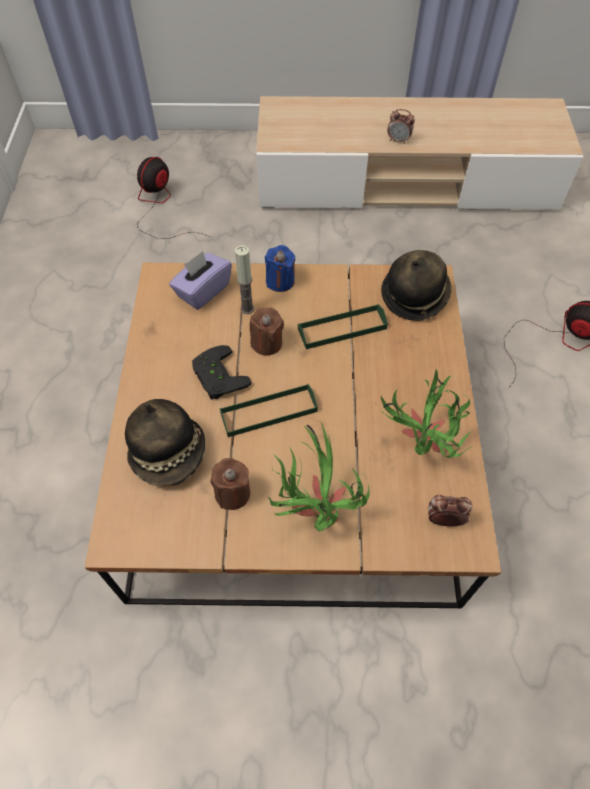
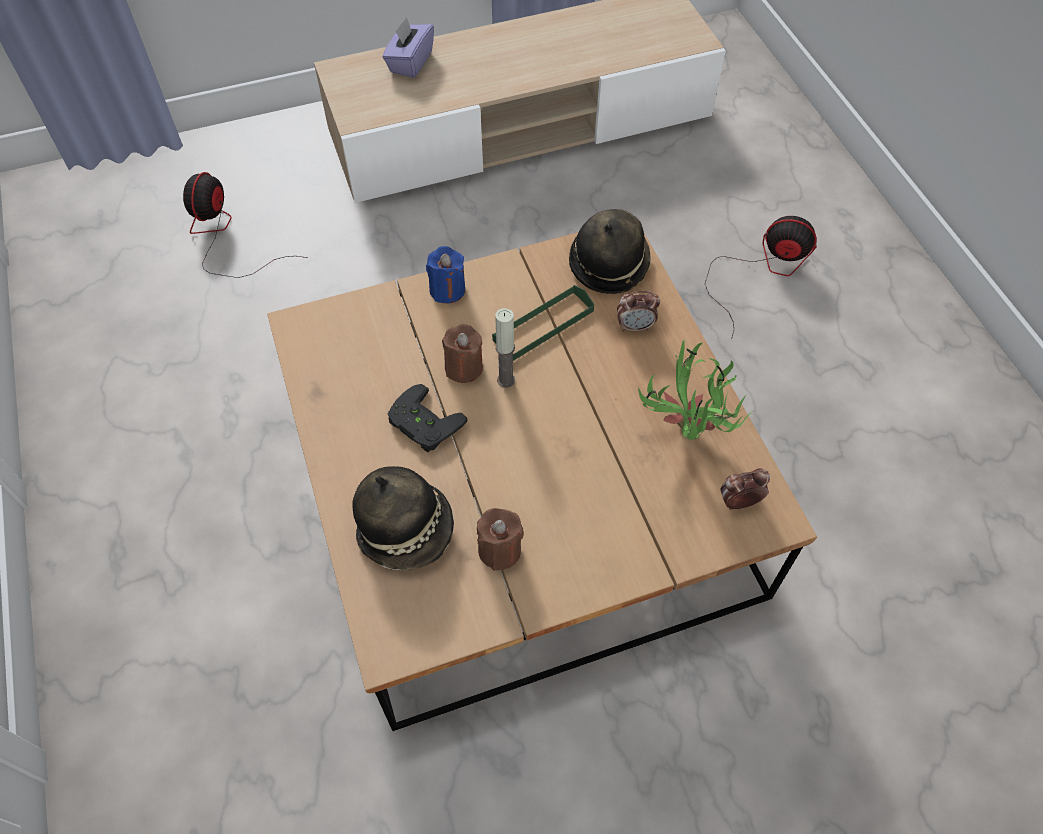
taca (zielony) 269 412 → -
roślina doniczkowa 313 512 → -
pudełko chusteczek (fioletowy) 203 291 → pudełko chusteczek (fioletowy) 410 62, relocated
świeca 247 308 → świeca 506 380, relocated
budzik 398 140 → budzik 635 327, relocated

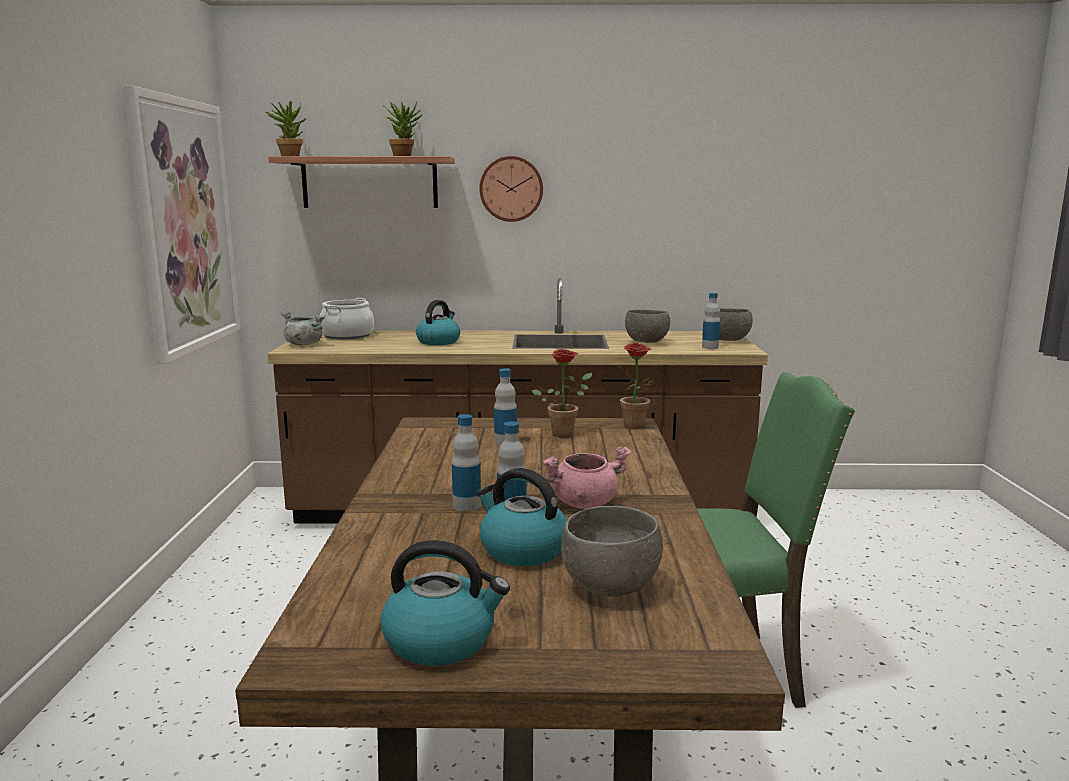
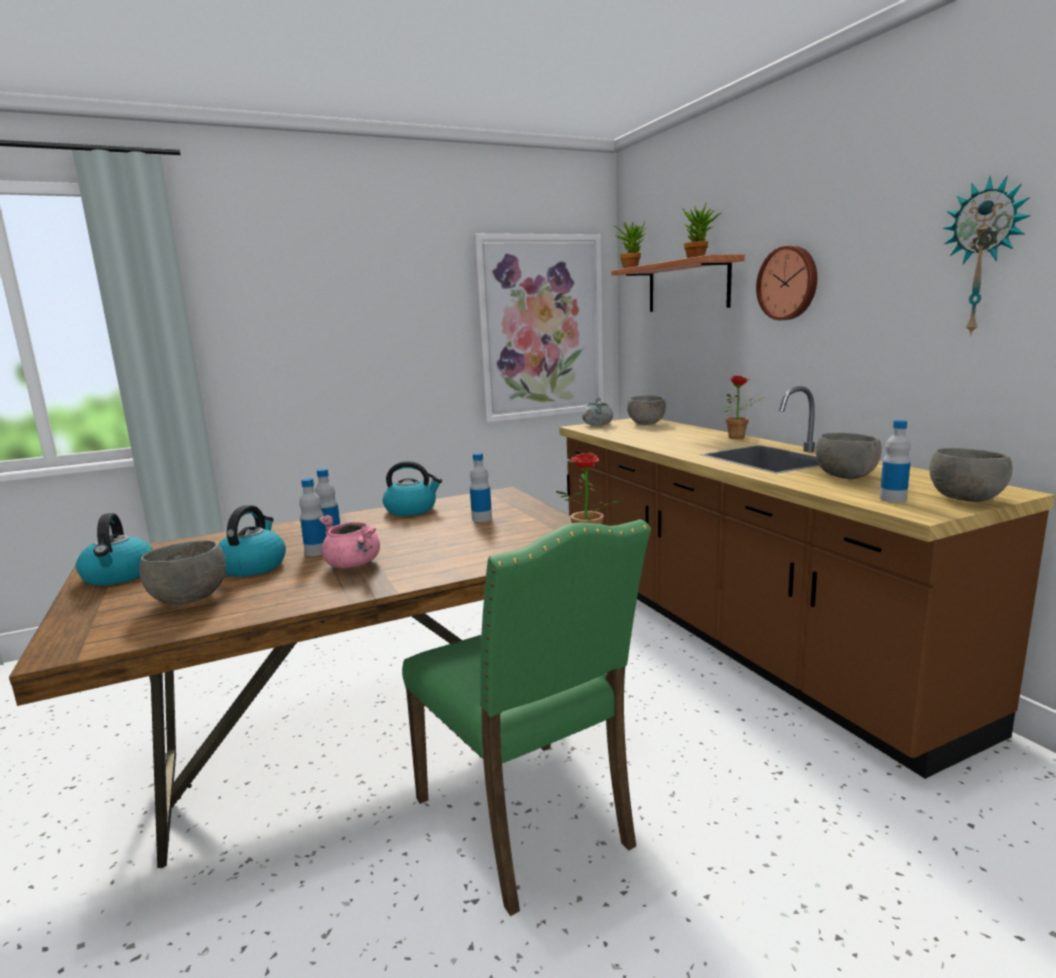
- → zegar ścienny 984 258
czajnik 438 341 → czajnik 412 510, relocated
roślina doniczkowa 565 433 → roślina doniczkowa 740 437, relocated
garnek 347 336 → miska (szary) 646 424

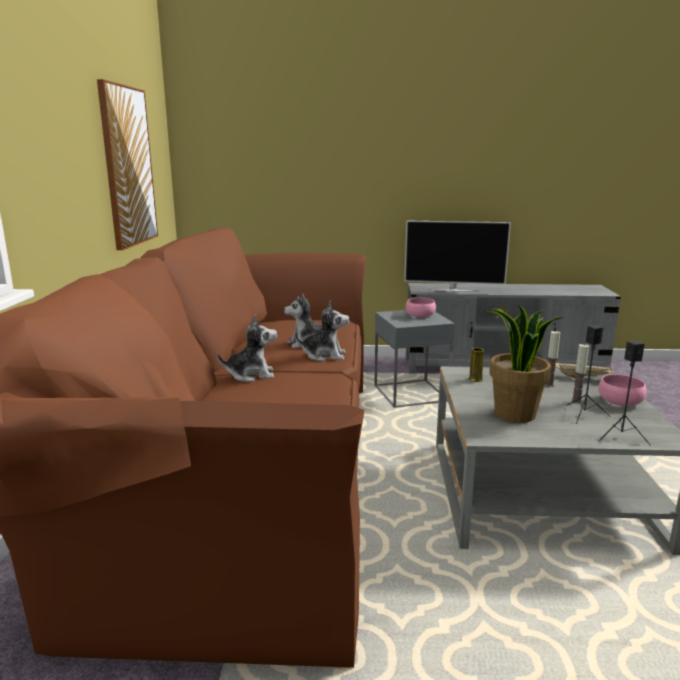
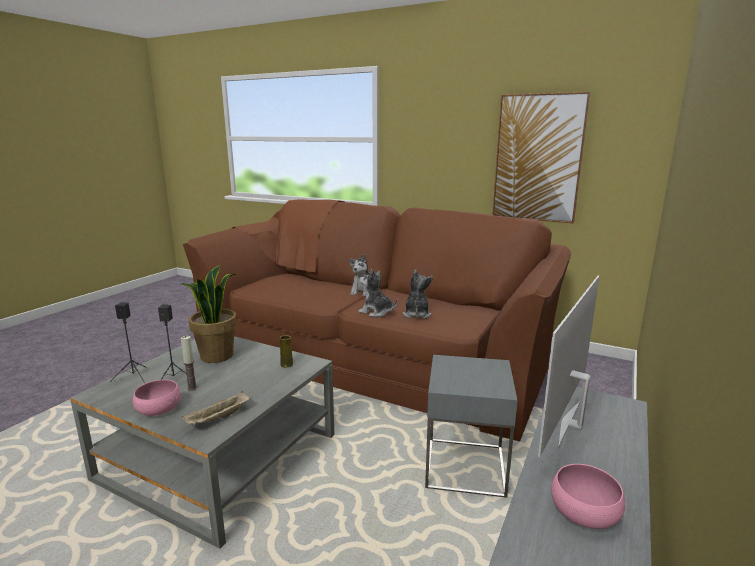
świeca 549 385 → -
miska (różowy) 420 315 → miska (różowy) 584 511, relocated
pluszak 324 355 → pluszak 376 312, 90 degrees clockwise

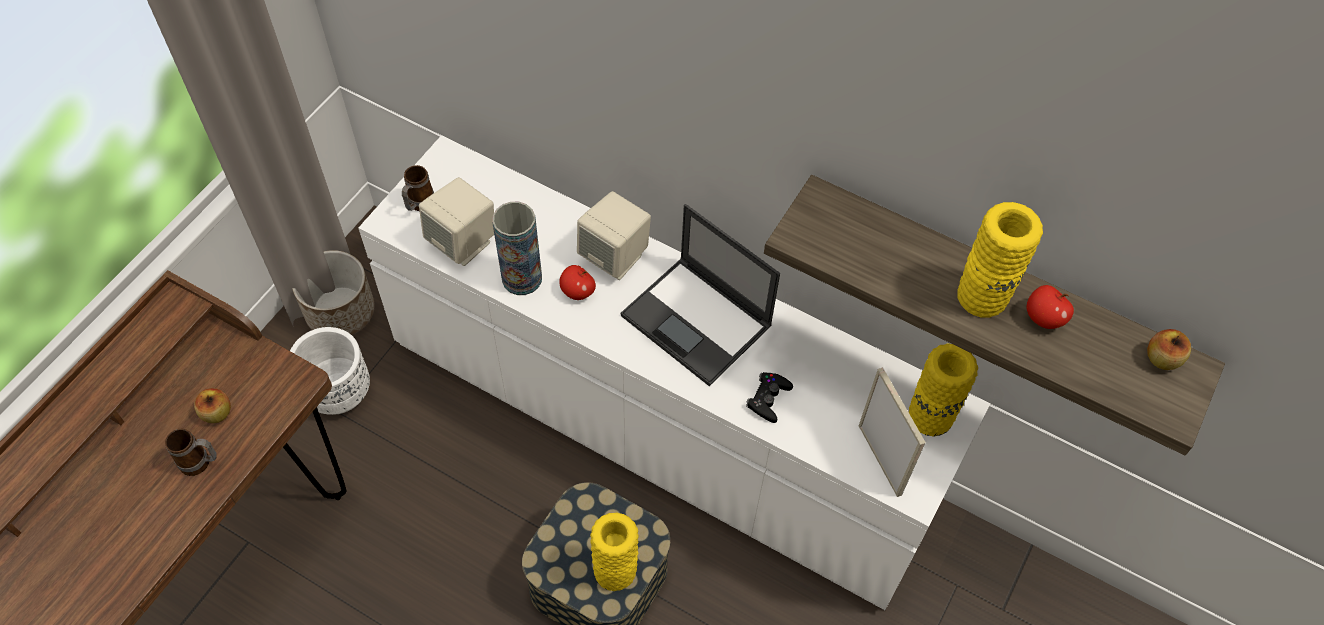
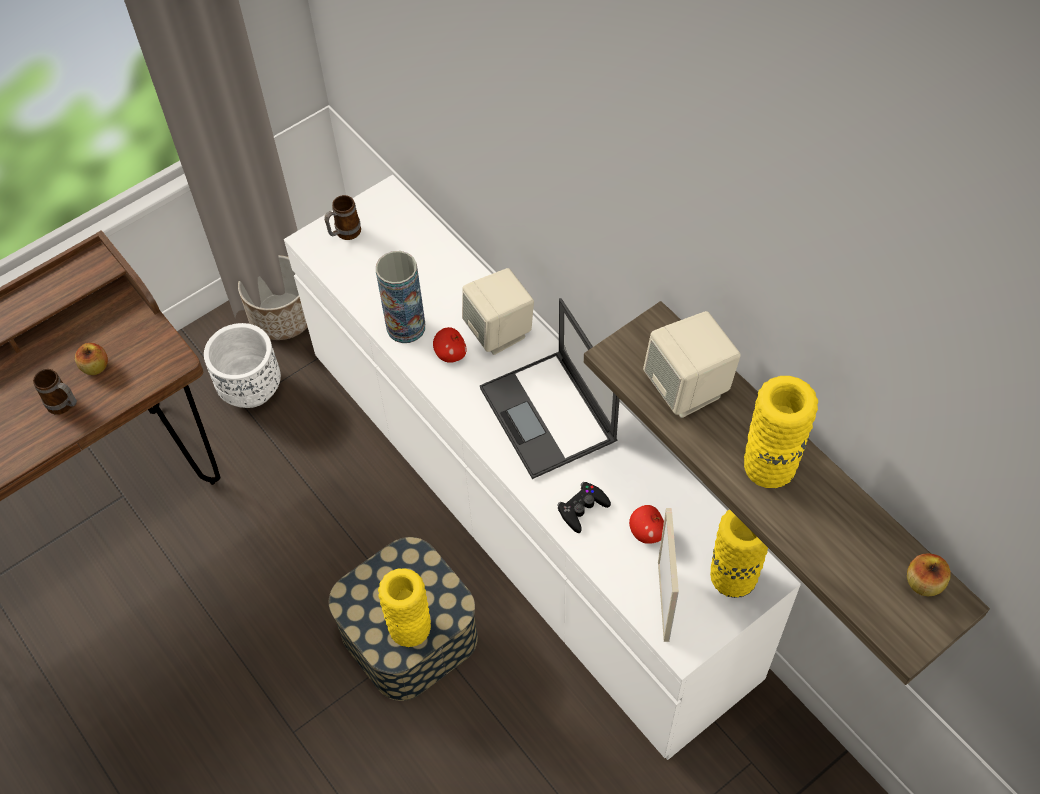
głośnik (beżowy) 463 242 → głośnik (beżowy) 688 388, relocated
jabłko 1043 318 → jabłko 646 532, relocated

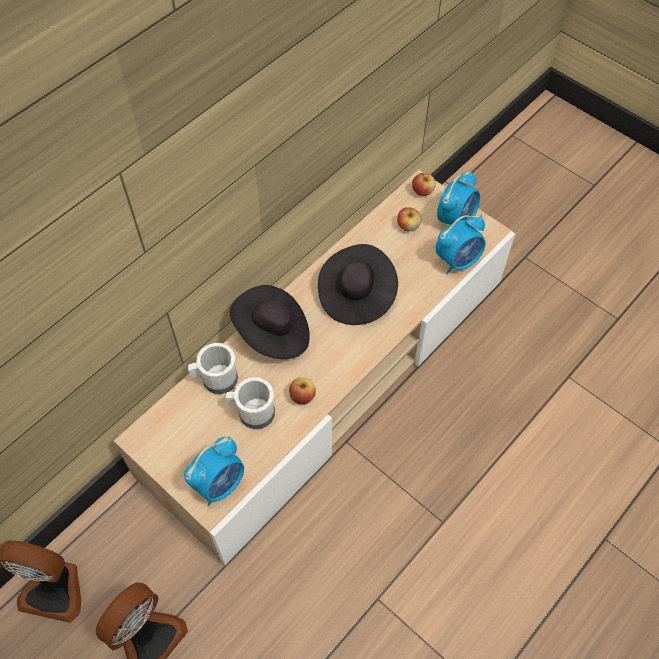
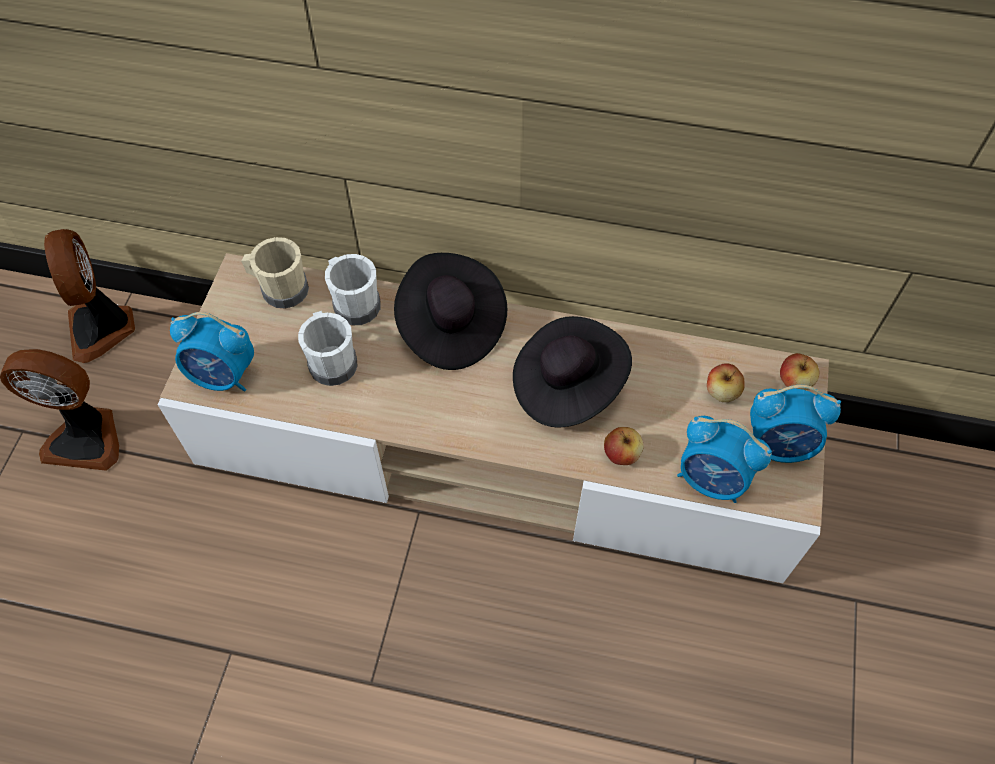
- → kubek (beżowy) 280 289
jabłko 302 396 → jabłko 621 454, relocated

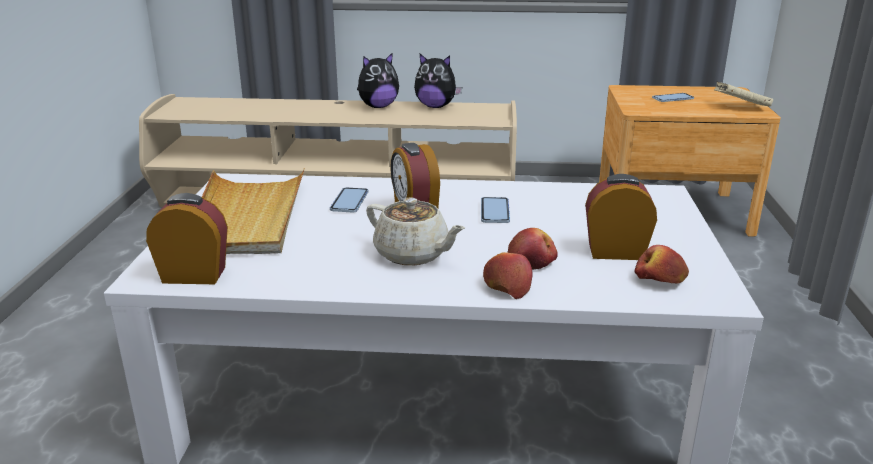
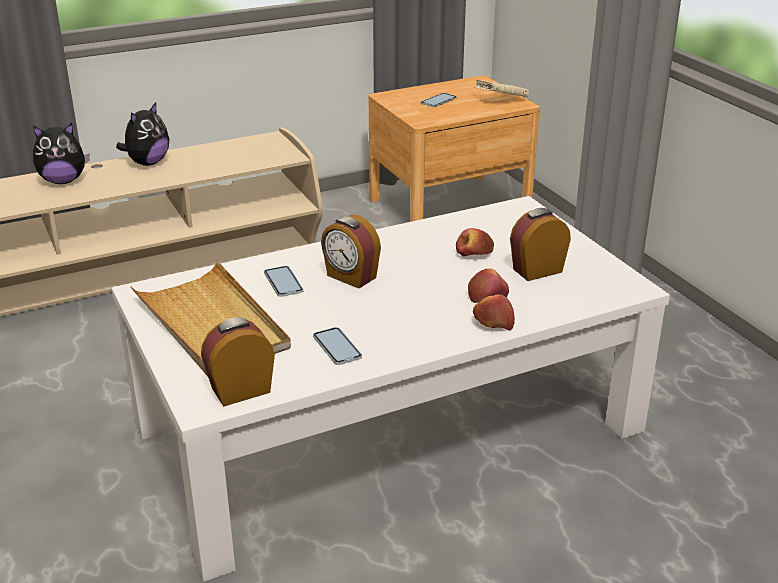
imbryk (beżowy) 413 254 → -
pluszak 436 106 → pluszak 63 181, relocated
telefon 495 211 → telefon 337 347, relocated
jabłko 659 280 → jabłko 474 253, relocated

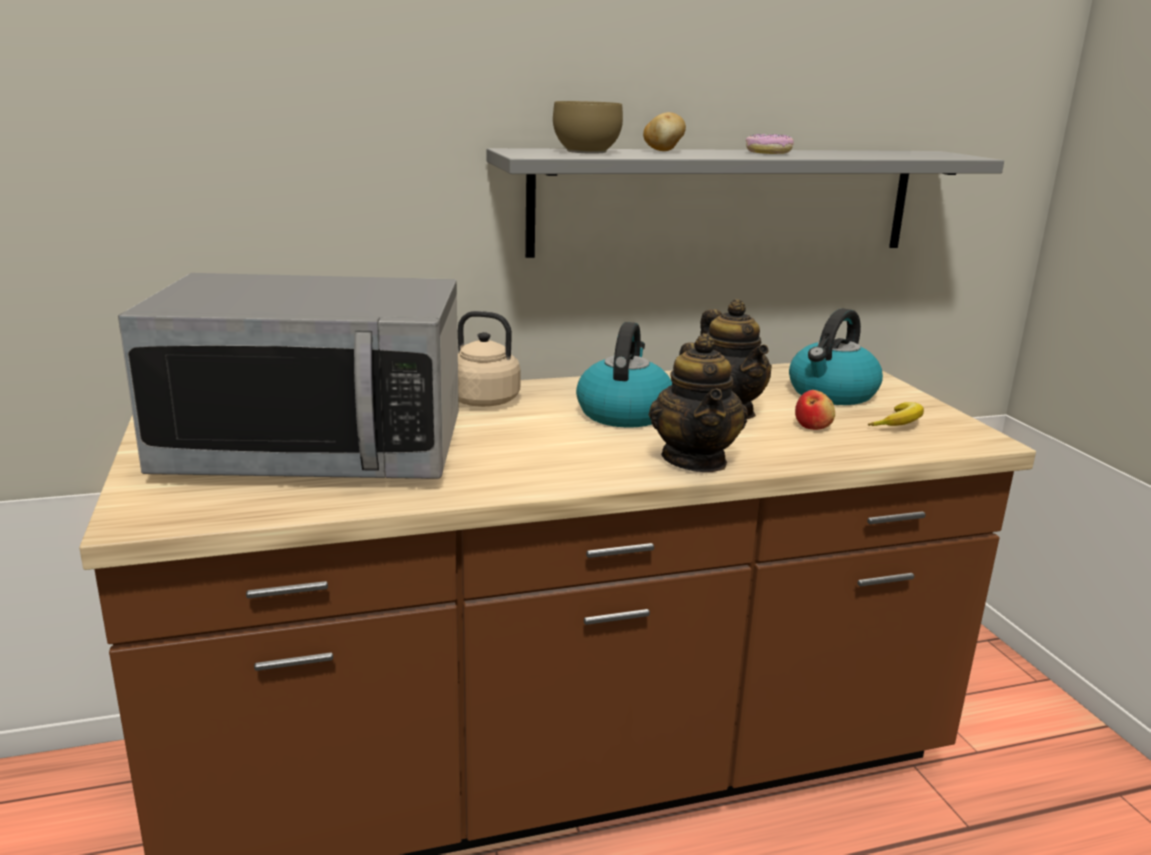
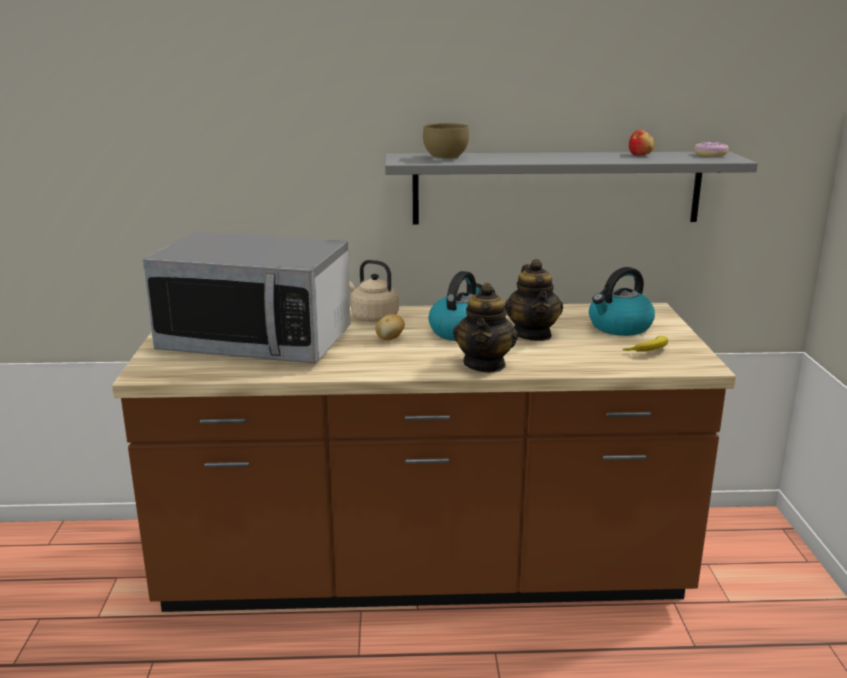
ziemniak 663 151 → ziemniak 390 339, relocated
donut 768 152 → donut 710 155, relocated
jabłko 813 426 → jabłko 640 154, relocated

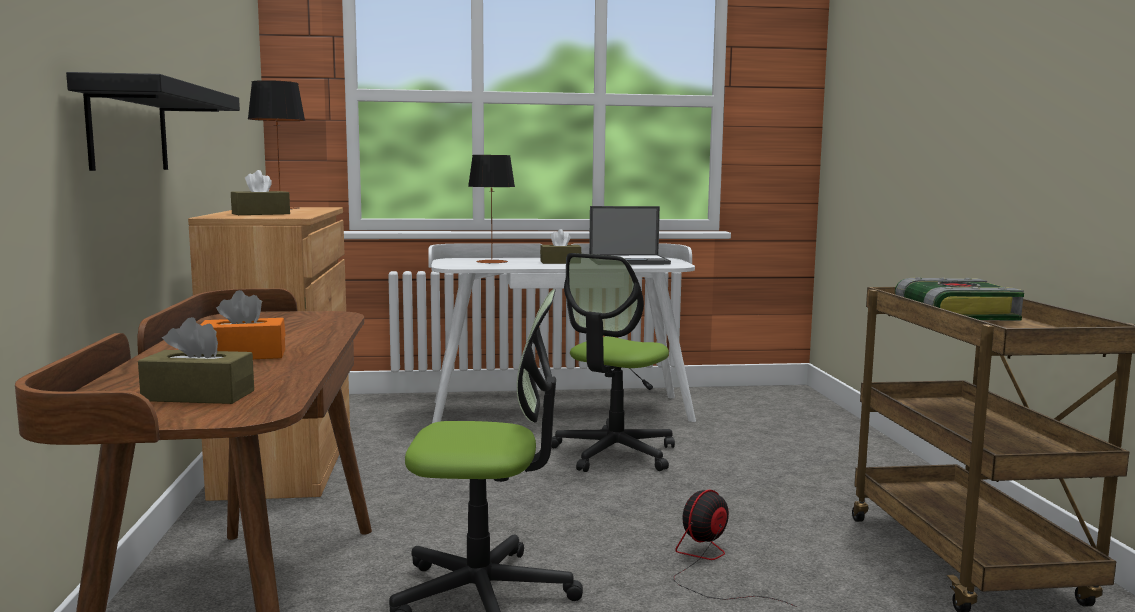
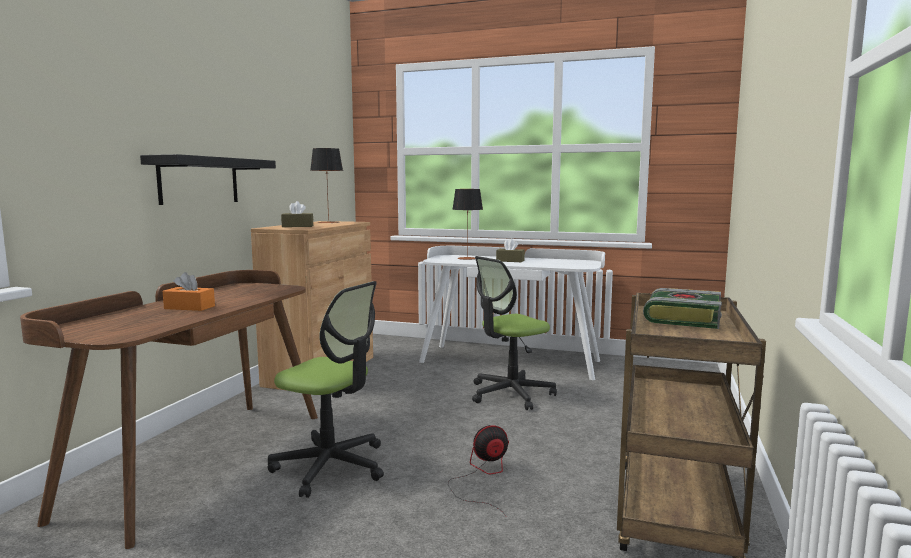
pudełko chusteczek (brązowy) 198 396 → -
laptop 629 261 → -

